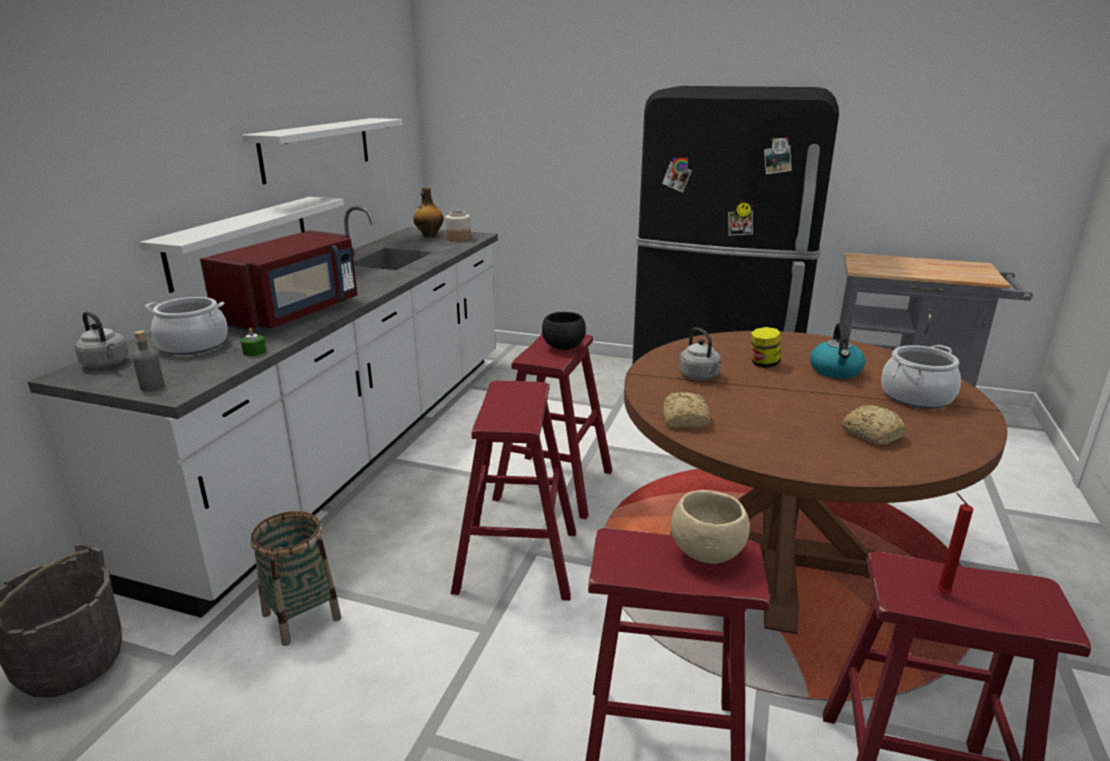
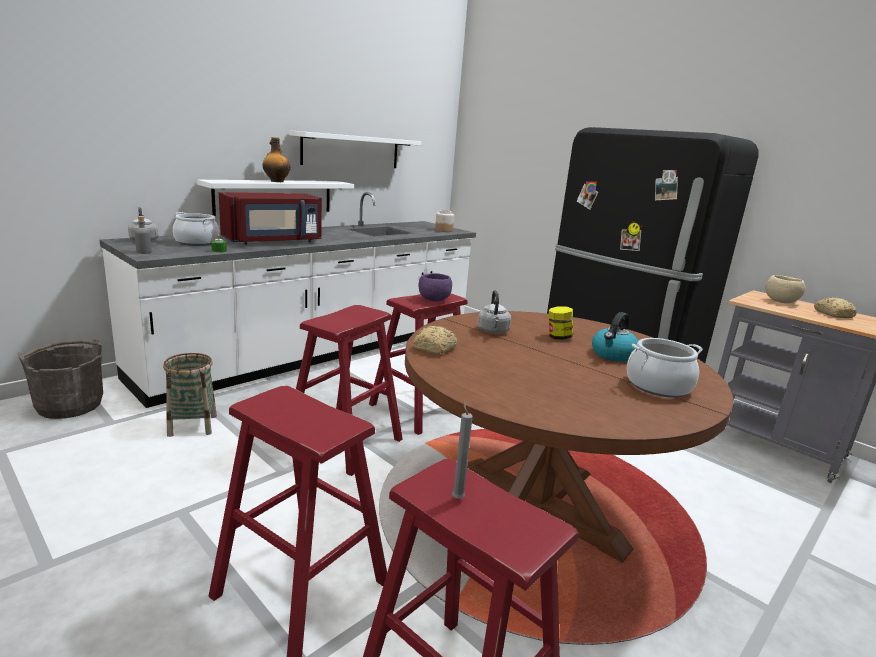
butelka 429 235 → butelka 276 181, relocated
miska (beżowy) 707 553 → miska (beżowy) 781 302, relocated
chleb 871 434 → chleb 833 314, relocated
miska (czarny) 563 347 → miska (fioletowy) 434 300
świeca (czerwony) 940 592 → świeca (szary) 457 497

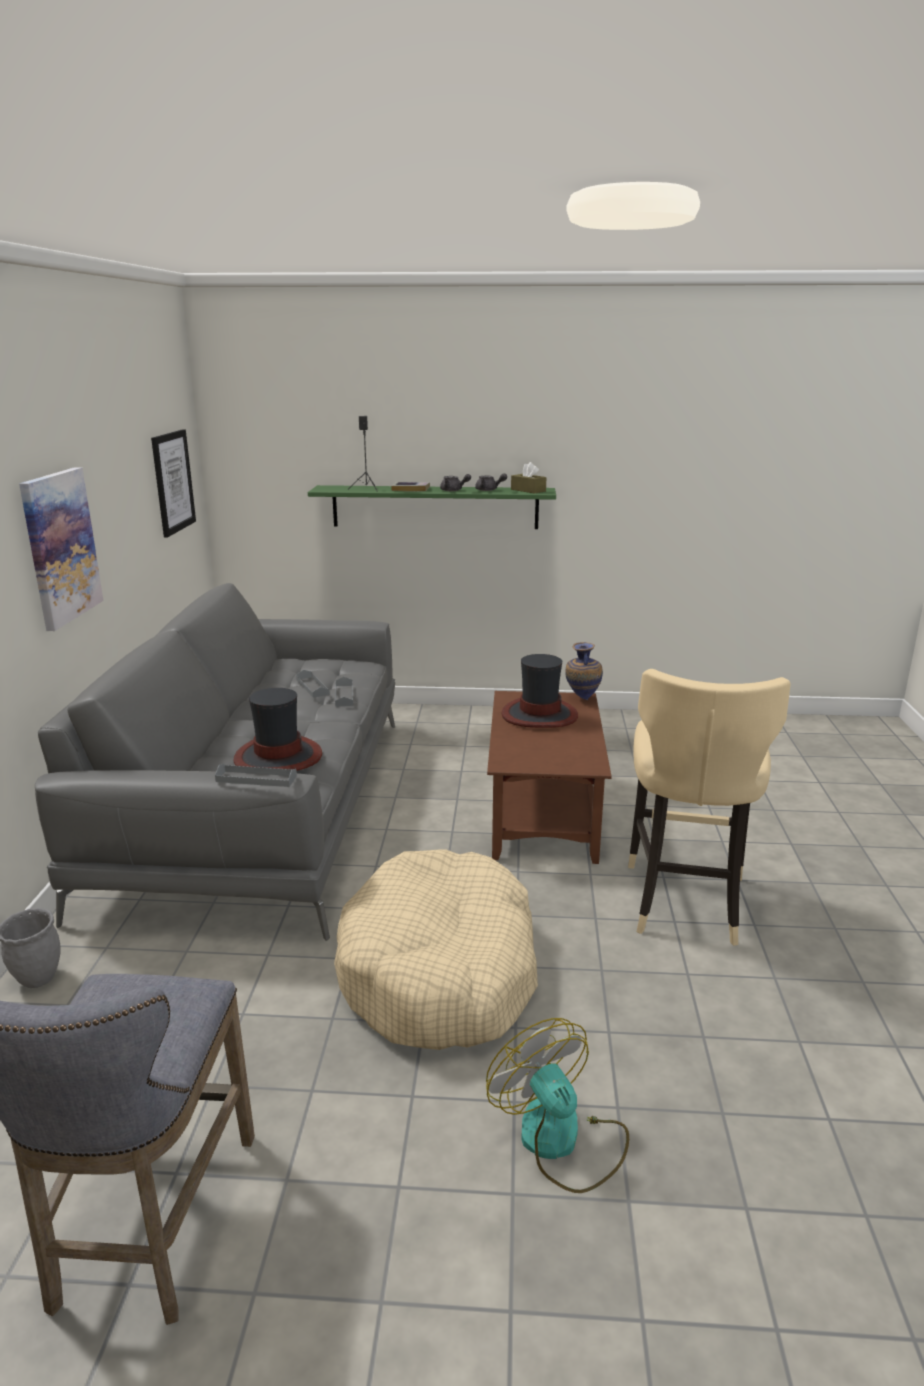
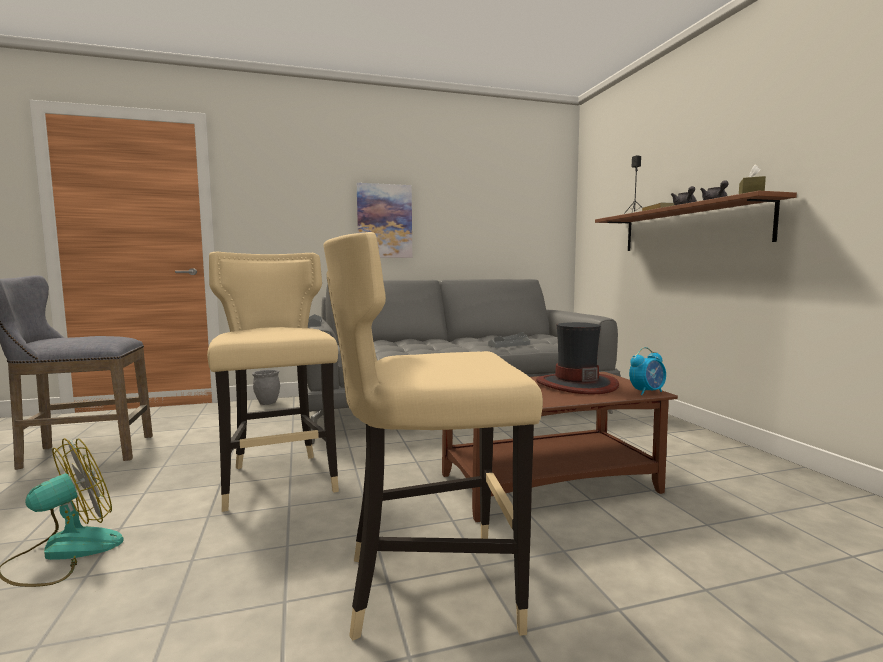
obraz 173 482 → -
kapelusz 277 757 → -
legowisko (beżowy) 440 971 → stołek (beżowy) 279 480
wazon 582 699 → budzik 647 392
półka (zielony) 435 507 → półka (brązowy) 690 228

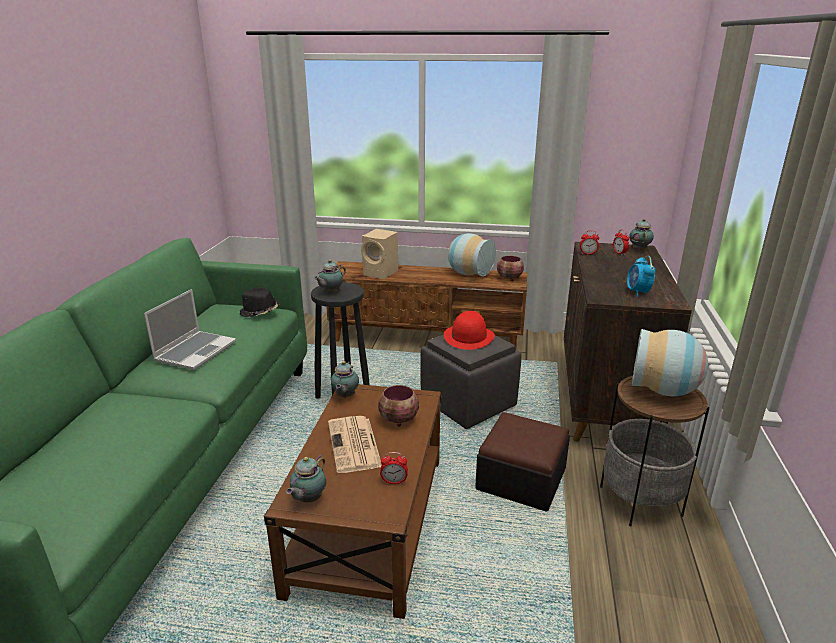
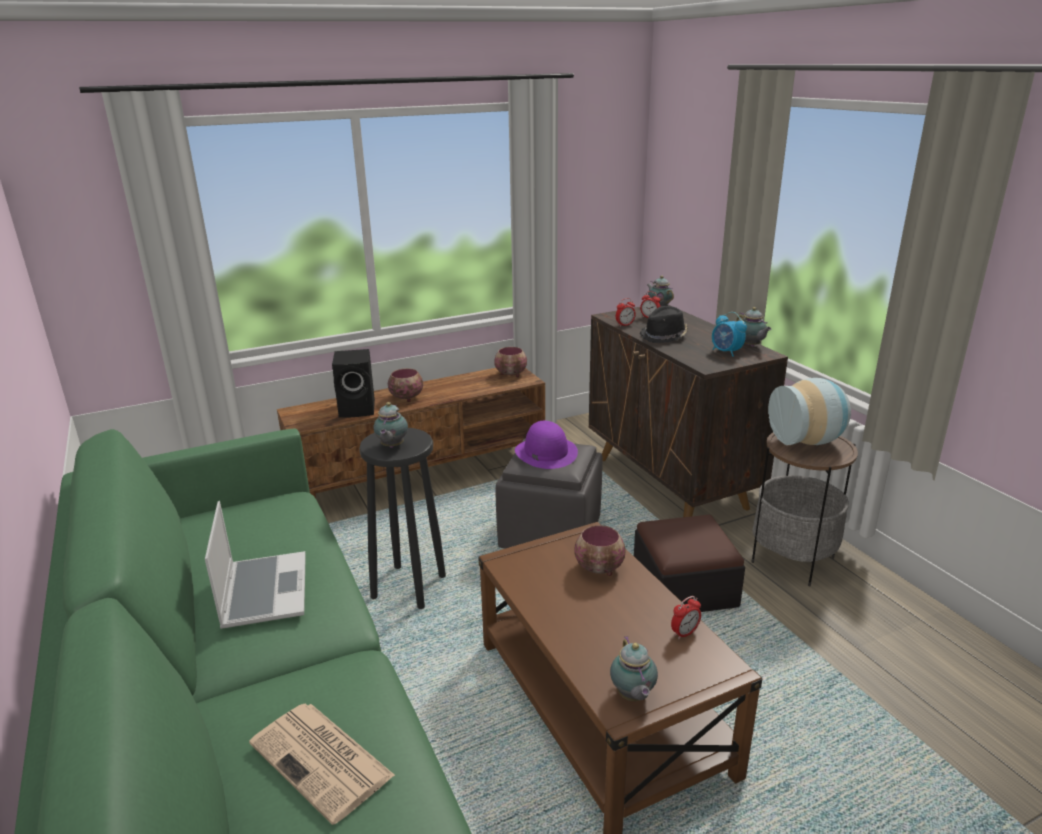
wazon 468 273 → -
- → miska 407 397
kapelusz (czarny) 259 312 → kapelusz (czarny) 664 336, relocated
gazeta 354 445 → gazeta 323 760, relocated
imbryk 345 396 → imbryk 750 346, relocated
głośnik (beżowy) 381 273 → głośnik (czarny) 359 409
kapelusz (czerwony) 468 336 → kapelusz (fioletowy) 545 452

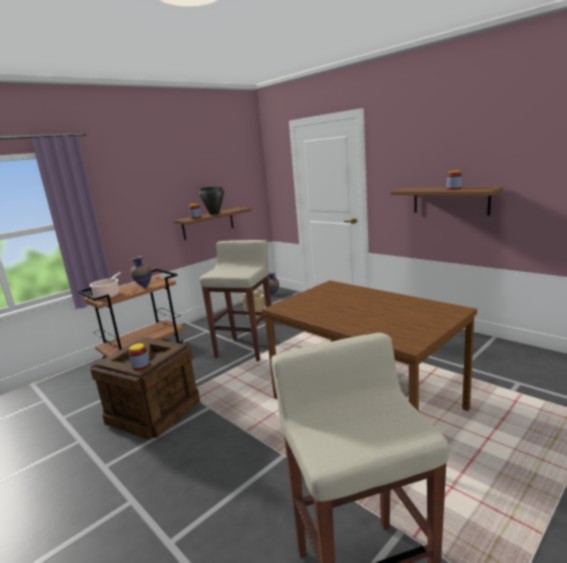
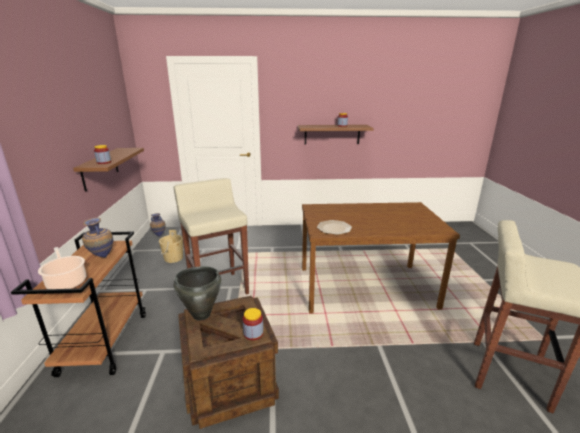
- → talerz 334 228
garnek (czarny) 214 213 → garnek (czarny) 201 314, relocated

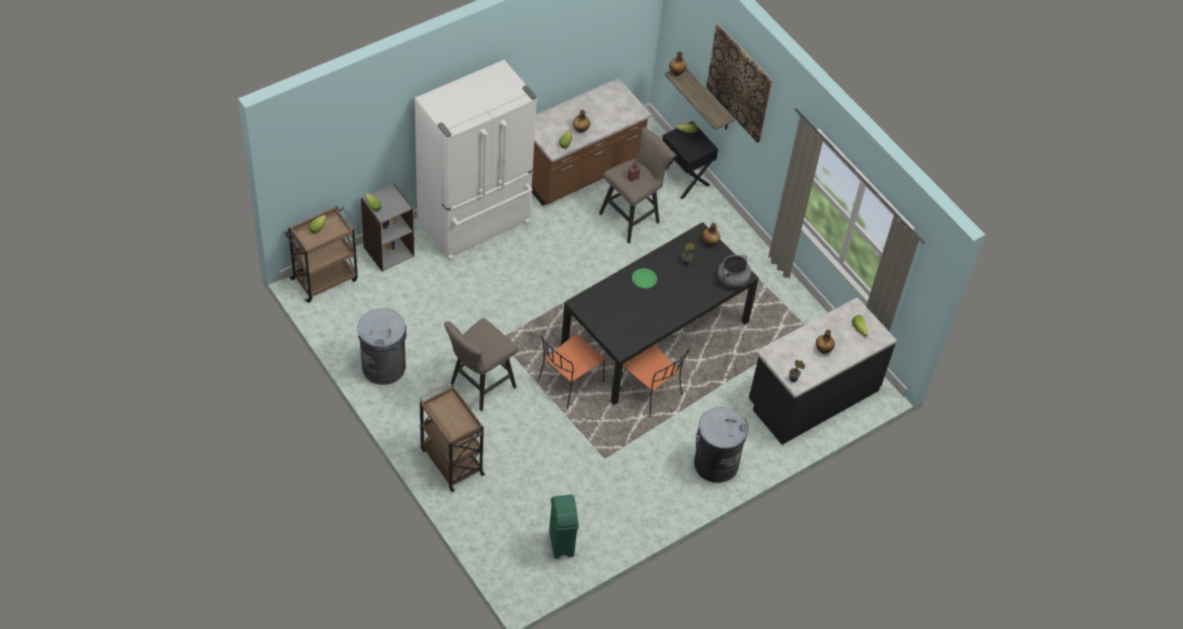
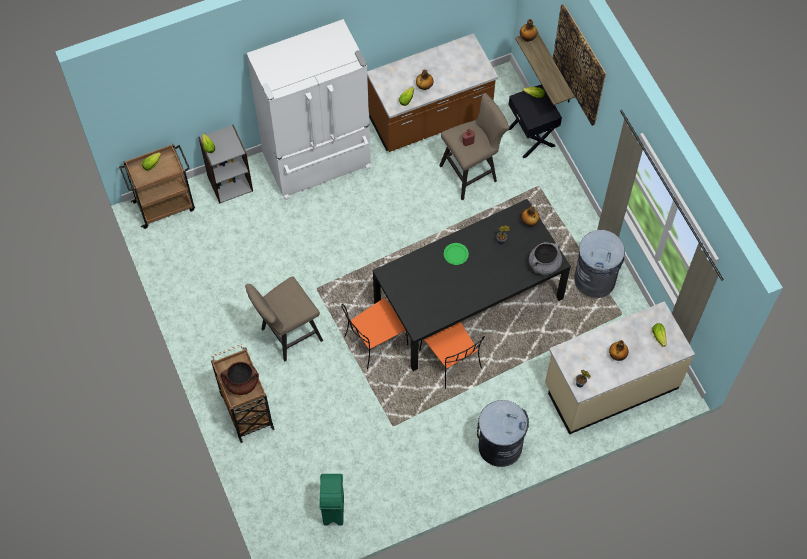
- → garnek (brązowy) 241 383
kosz na śmieci (szary) 384 366 → kosz na śmieci (szary) 595 279, relocated
zabudowa kuchenna (czarny) 812 396 → zabudowa kuchenna (beżowy) 610 386

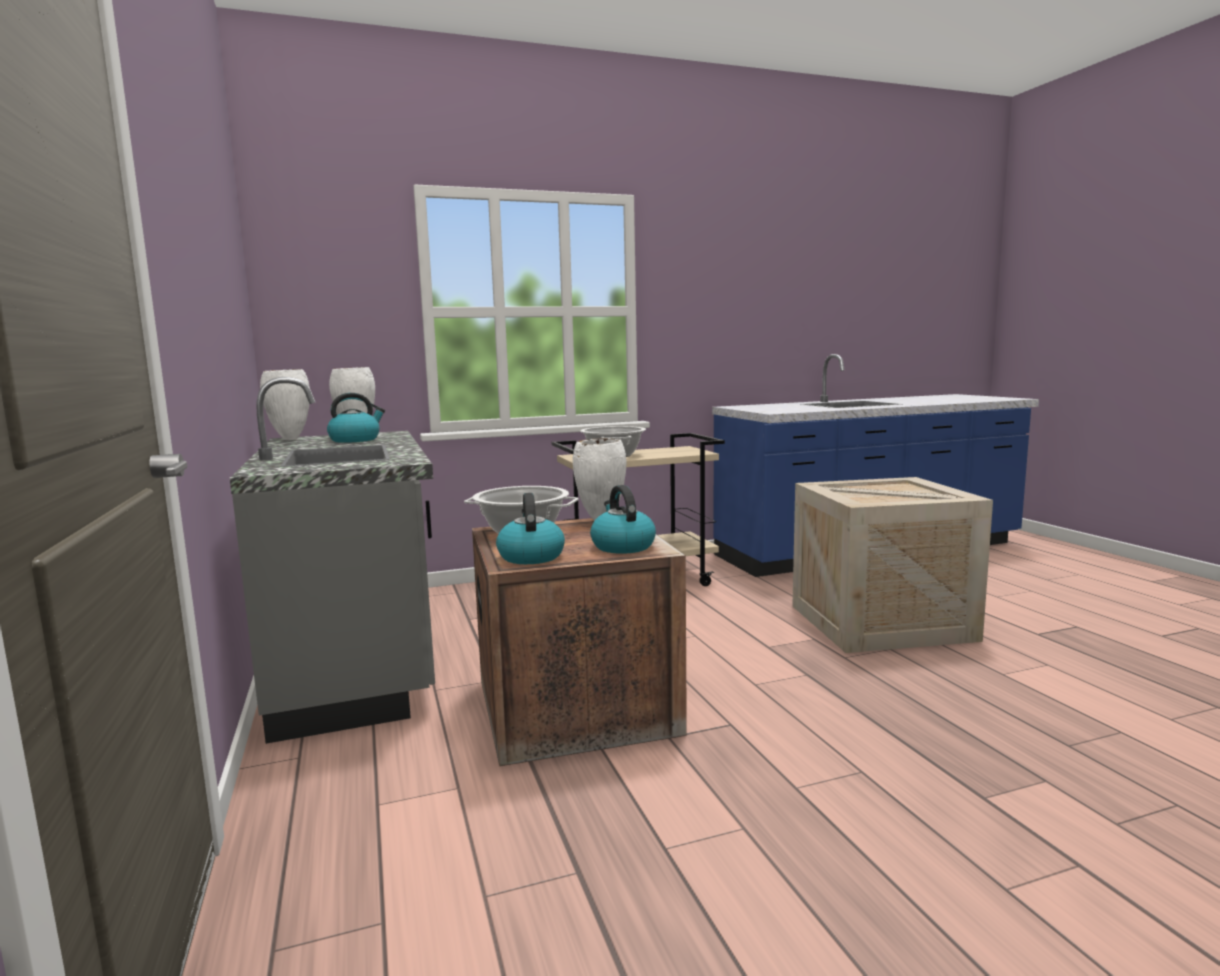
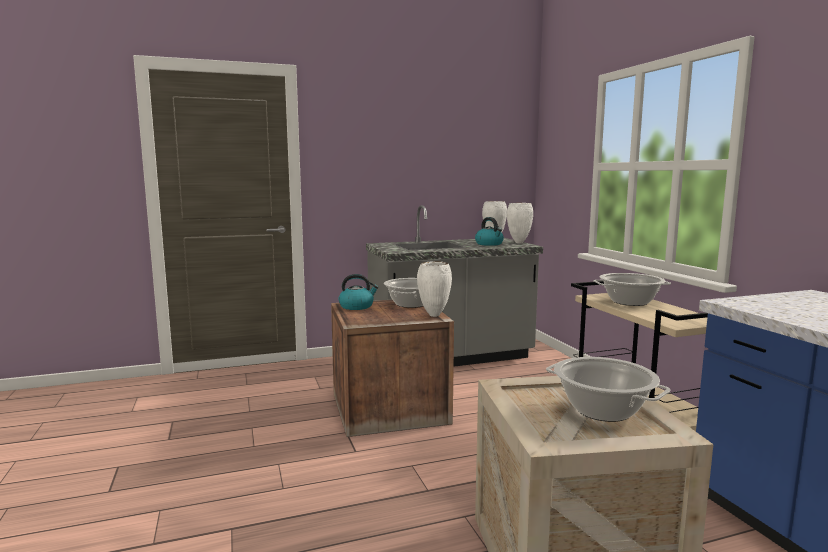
czajnik 622 546 → -
- → garnek 603 410

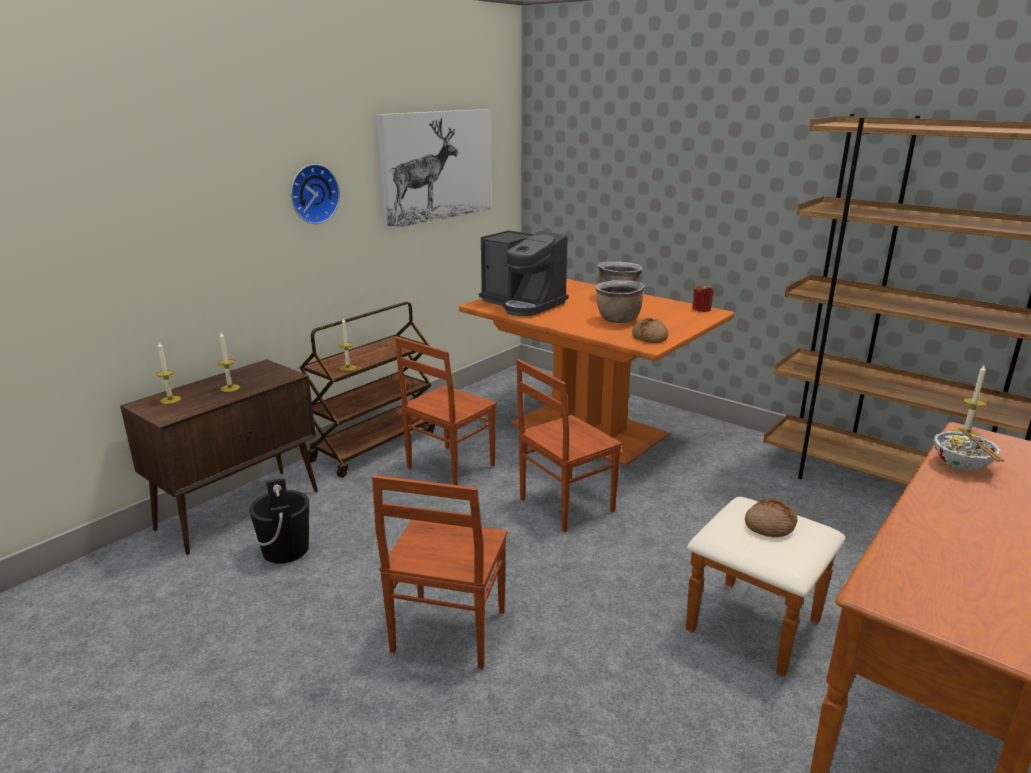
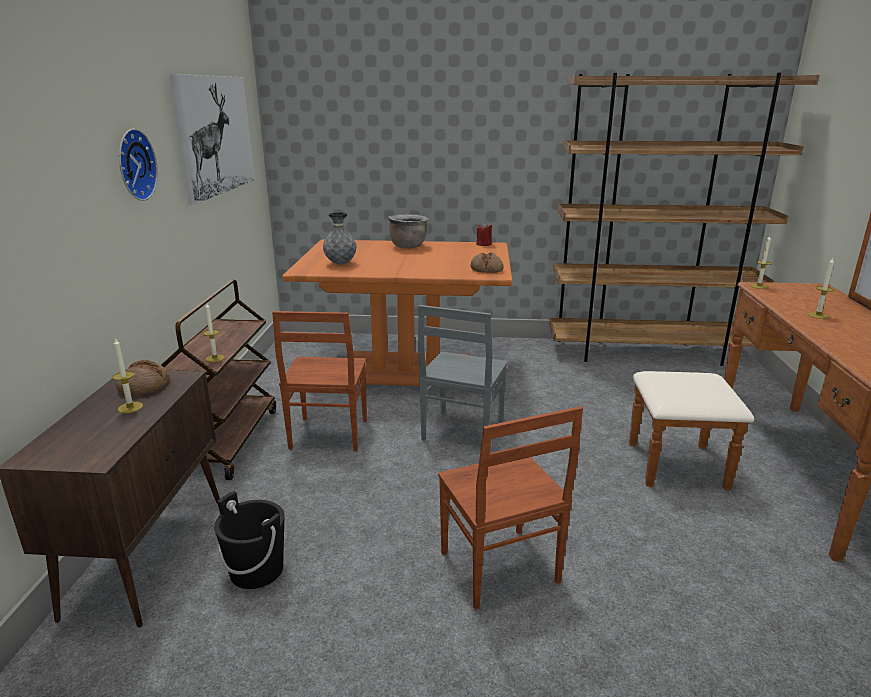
garnek (brązowy) 618 320 → -
miska 961 465 → -
świeca 170 400 → świeca 818 315, relocated
chleb 770 525 → chleb 144 386, relocated
ekspres do kawy 523 304 → wazon (szary) 340 264
krzesło (brązowy) 564 505 → krzesło (szary) 461 432

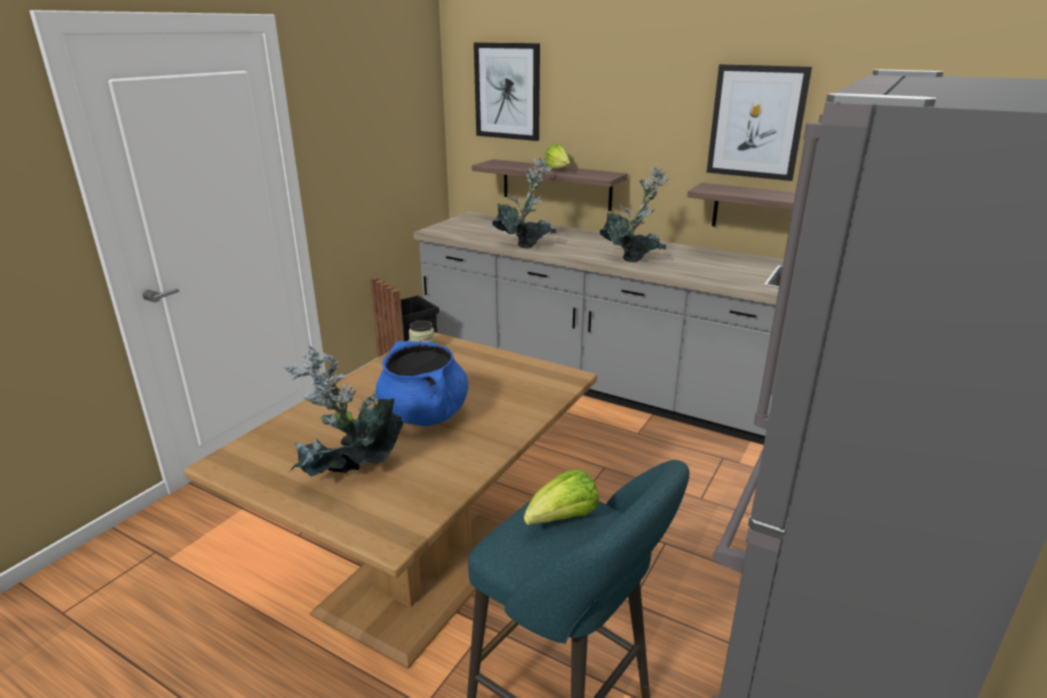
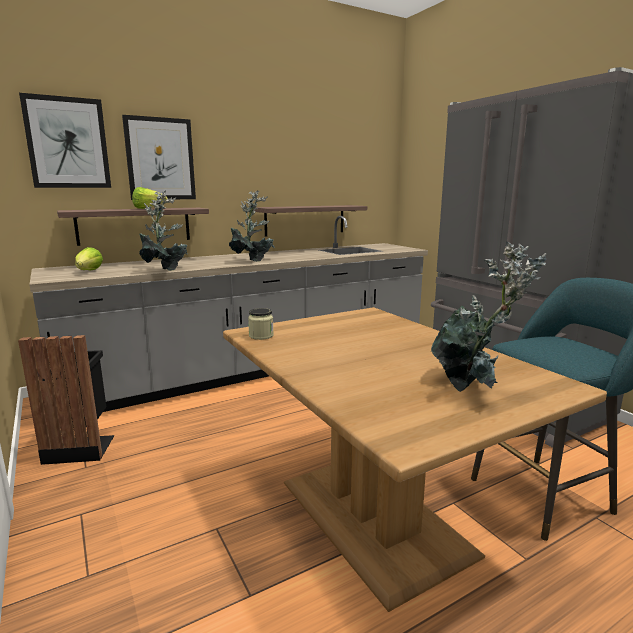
garnek (niebieski) 424 415 → -
sałata 562 519 → sałata 89 271, relocated
obraz 756 122 → obraz 160 159, relocated

